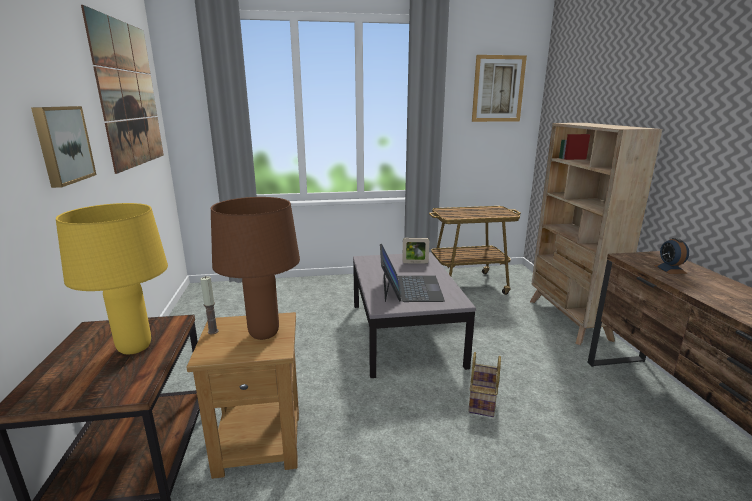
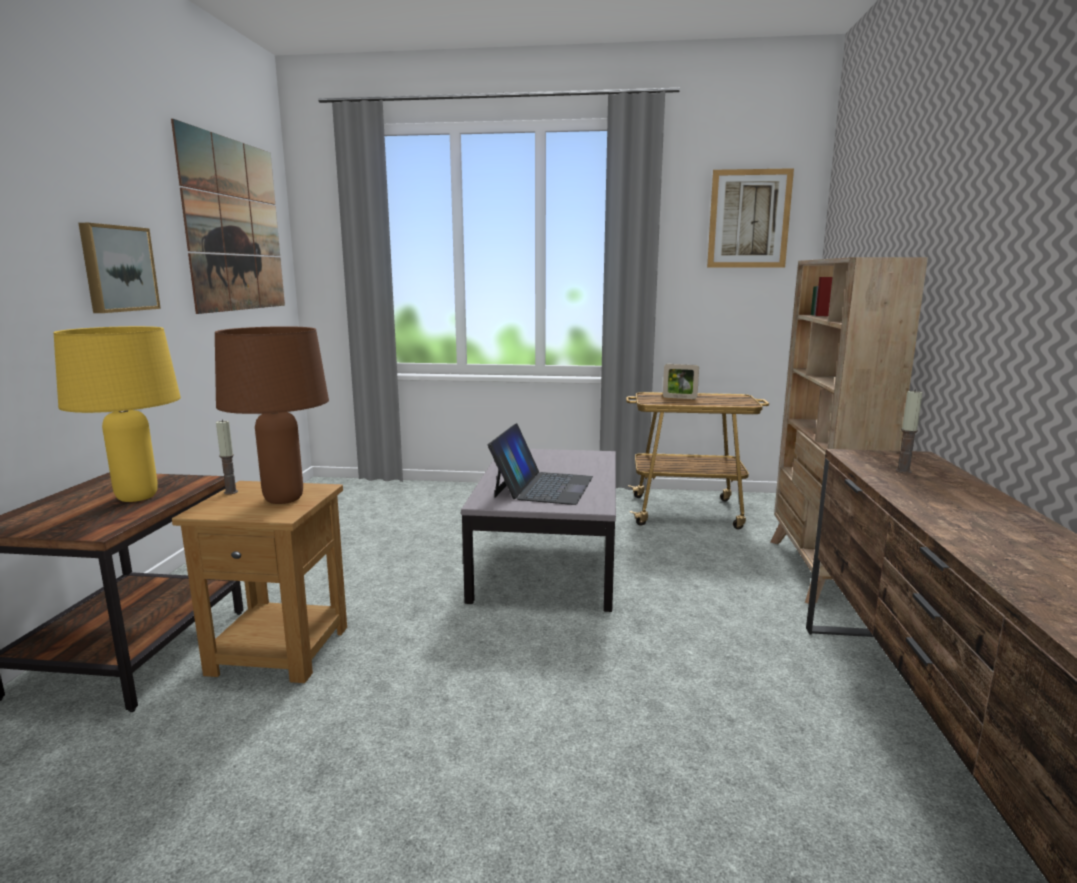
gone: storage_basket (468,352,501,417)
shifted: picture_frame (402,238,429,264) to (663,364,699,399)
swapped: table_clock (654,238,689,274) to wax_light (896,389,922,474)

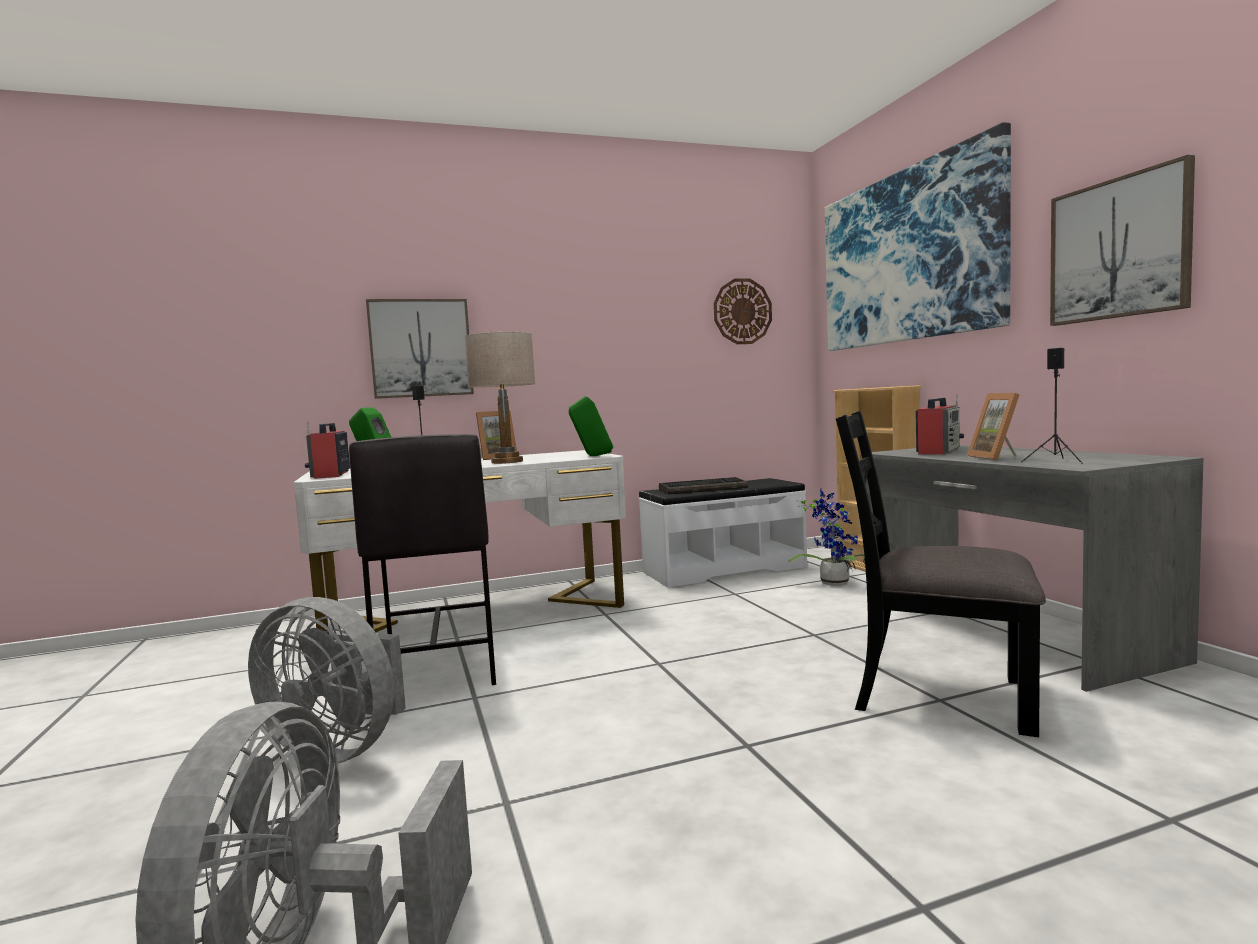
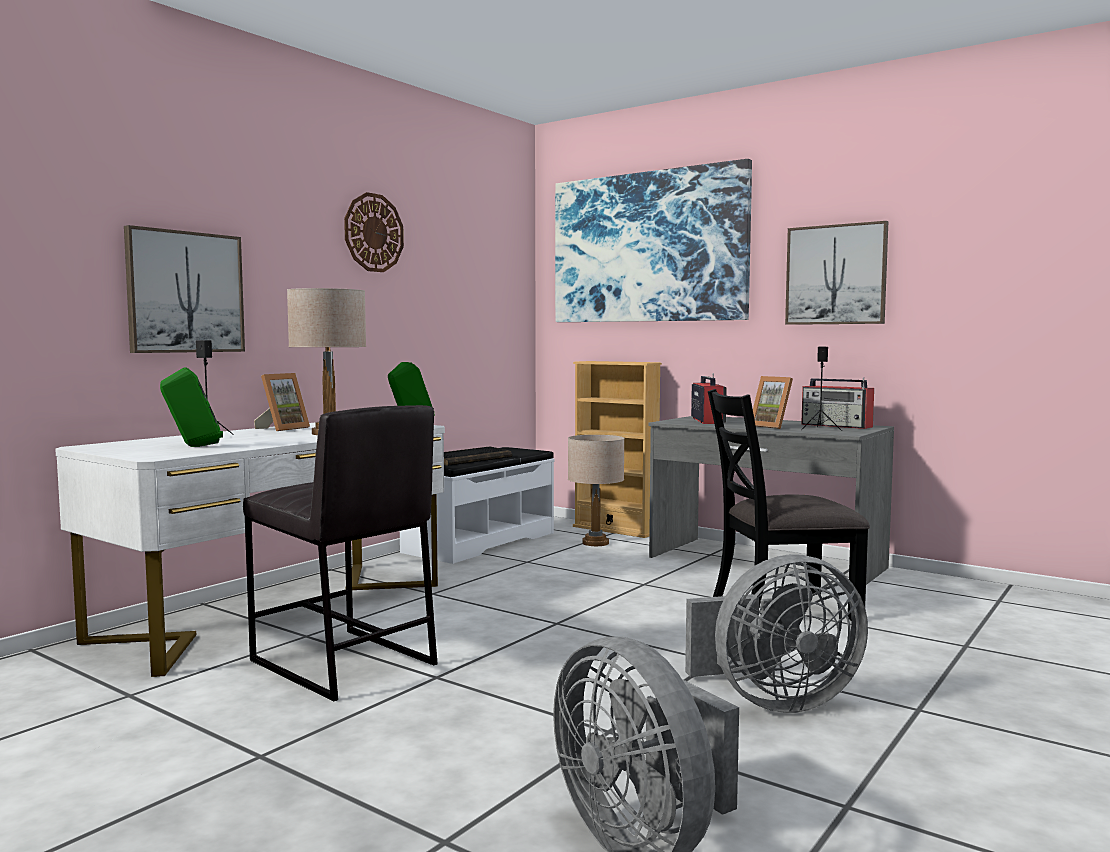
shifted: wall_clock (714,278,772,344) to (344,192,404,272); radio_set (305,421,350,479) to (801,378,874,429); greyish_electric_fan (248,597,406,764) to (685,554,868,713)
swapped: houseplant (788,489,865,586) to beige-coloured_table_lamp (568,435,624,546)

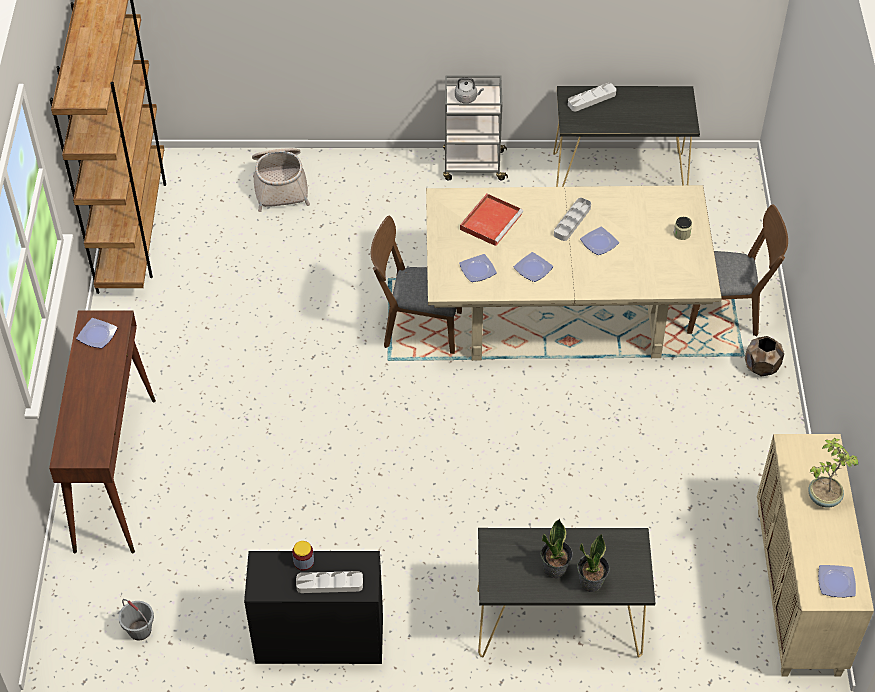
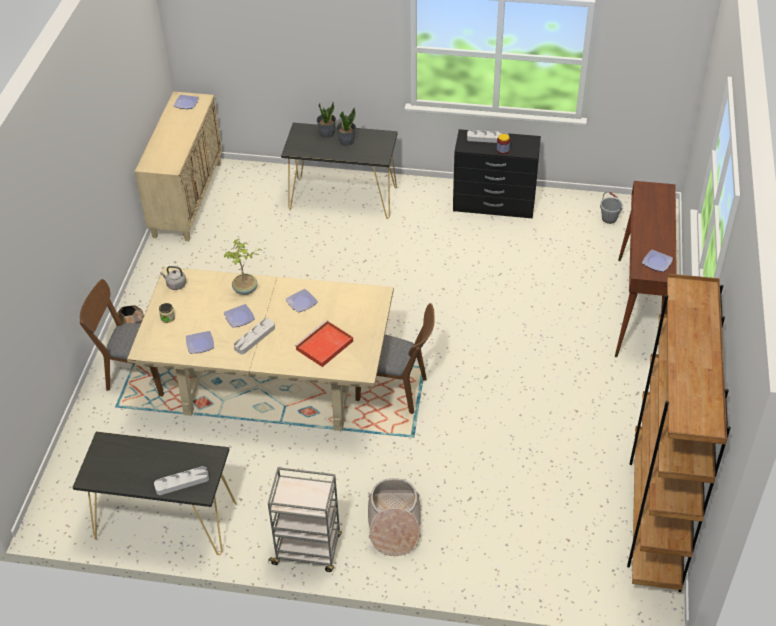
shifted: greyish_kettle (455,78,484,103) to (160,266,187,290); storage_basket (252,148,310,212) to (368,478,421,556); dinner_plate (459,254,497,282) to (186,331,214,353); houseplant (808,438,859,508) to (223,238,261,295)

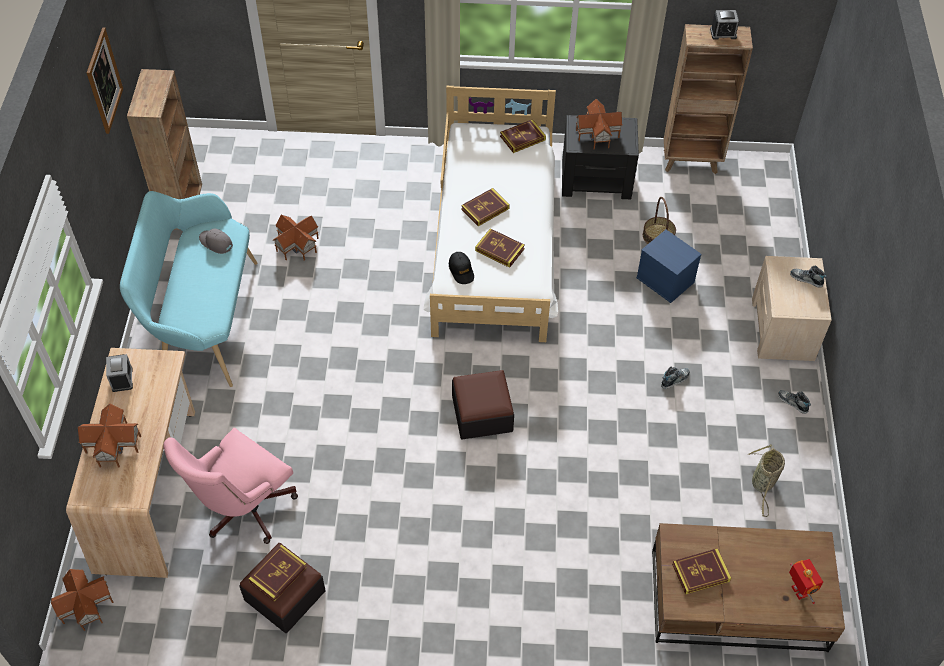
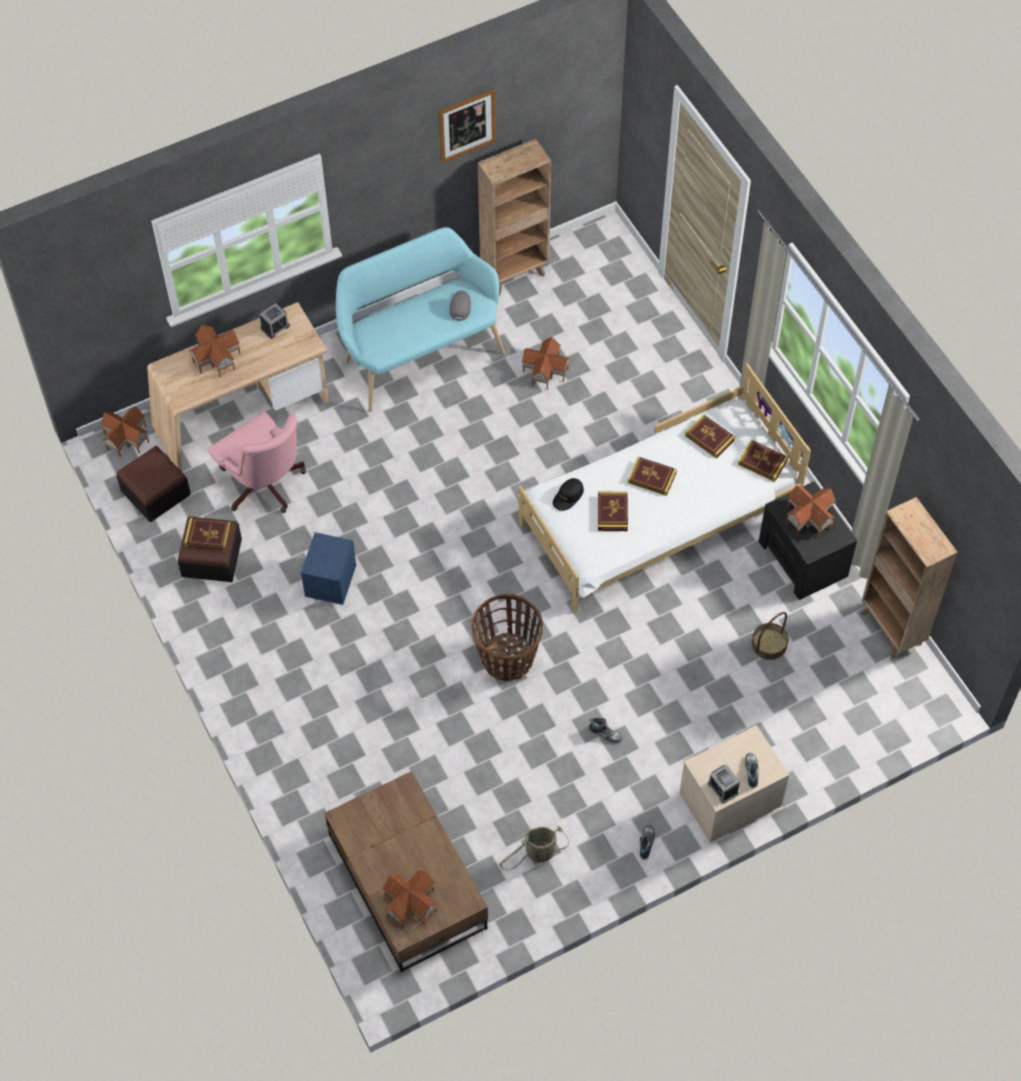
new: storage_basket (472,594,543,681)
shifted: table_clock (710,10,739,39) to (708,764,740,803); bluish_storage_bin (636,230,702,303) to (301,532,357,605); pouffe (452,370,514,439) to (117,446,191,522); volume (672,548,731,595) to (685,414,735,459)
swapped: model_robot (789,559,823,604) to model_house (382,870,437,928)
rotated: pink_office_chair (163,428,298,544) = (208,411,306,513) 135 degrees counterclockwise

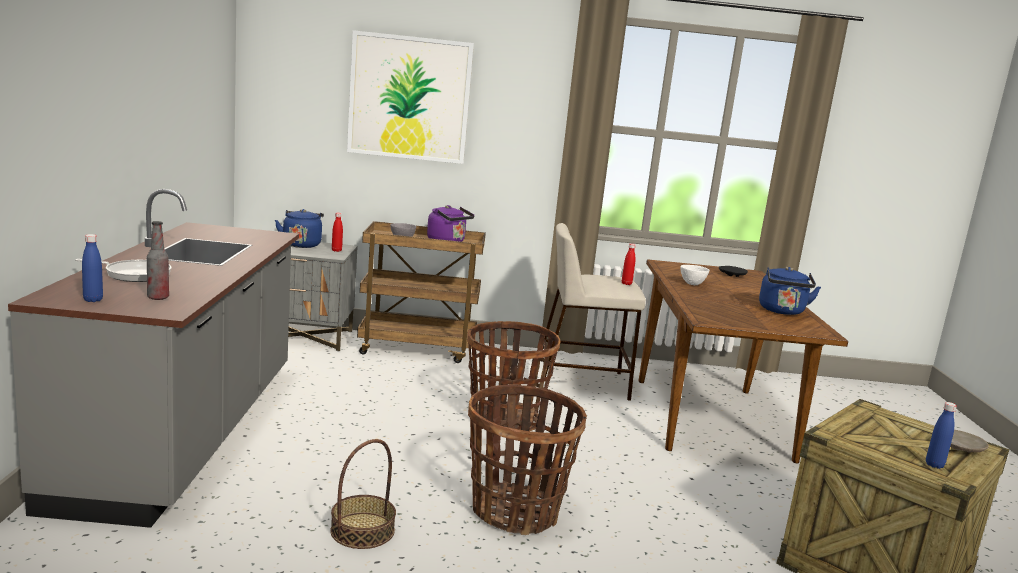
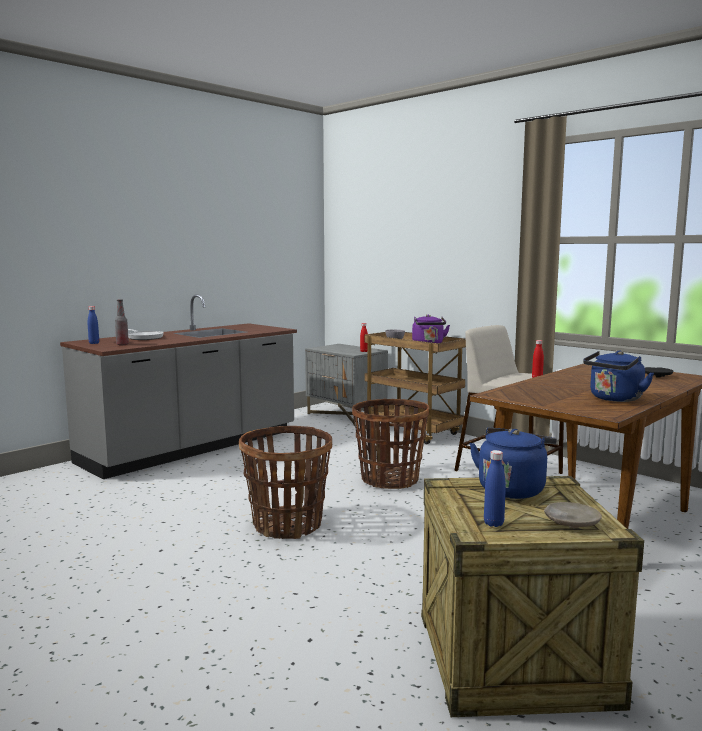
gone: wall_picture (347,30,474,164); whitish_deep_dish (680,265,709,285); storage_basket (330,439,396,549)
shifted: bluish_kettle (275,209,324,248) to (469,428,557,499)

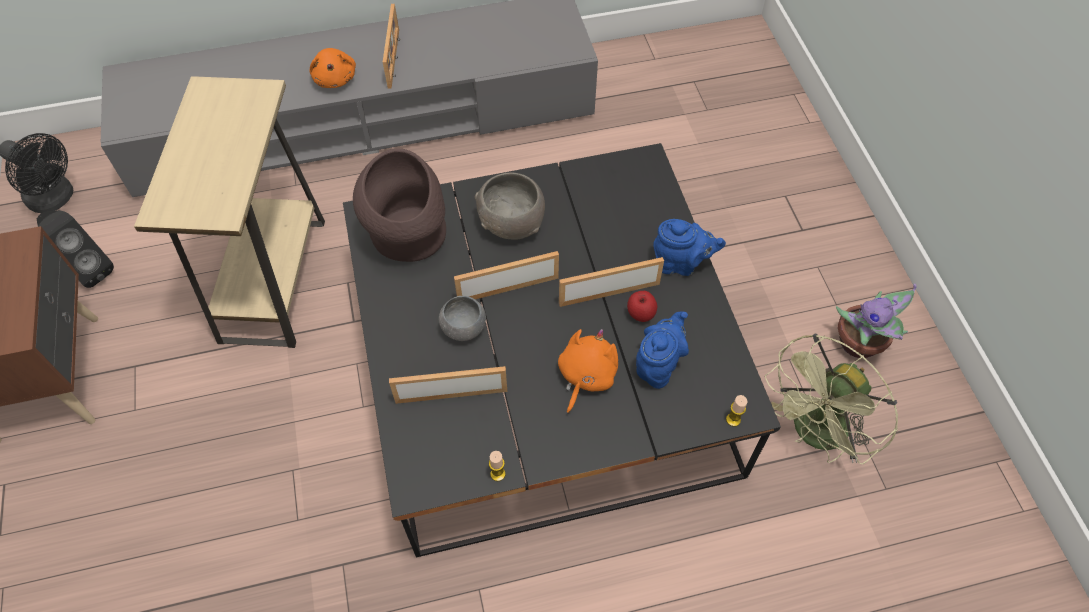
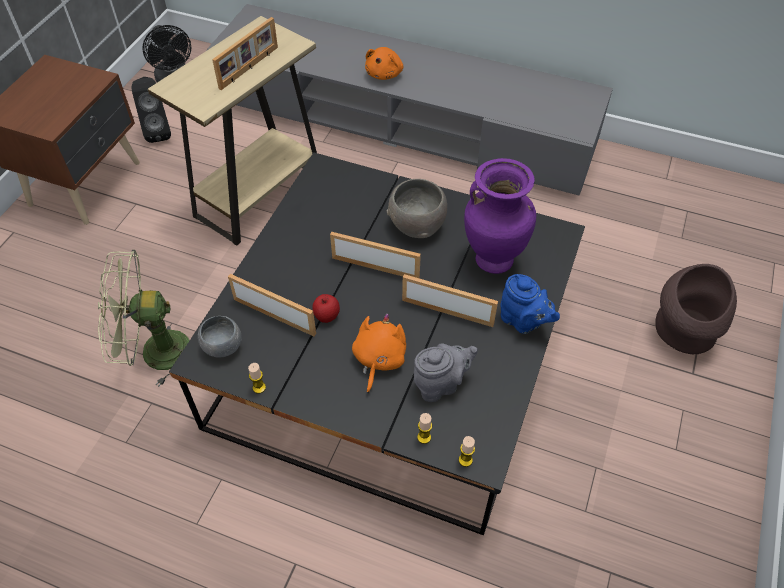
gone: houseplant (836,284,917,358)
new: purple-coloured_flower_vase (464,158,536,274); wax_light (417,413,432,444)
shifted: picture_frame (383,4,399,88) to (212,17,278,90); brownish_flower_vase (353,148,446,262) to (655,264,737,354); apple_fruit (627,291,657,322) to (312,294,340,323); greyish_deep_dish (439,296,486,341) to (198,316,242,358); greenish_electric_fan (765,334,898,464) to (98,250,190,387)
repainted: bluish_teapot (636,311,689,389) to greyish_teapot (414,343,478,402)
rotated: orangey_soft_toy (558,329,618,413) = (352,313,406,393) 45 degrees counterclockwise

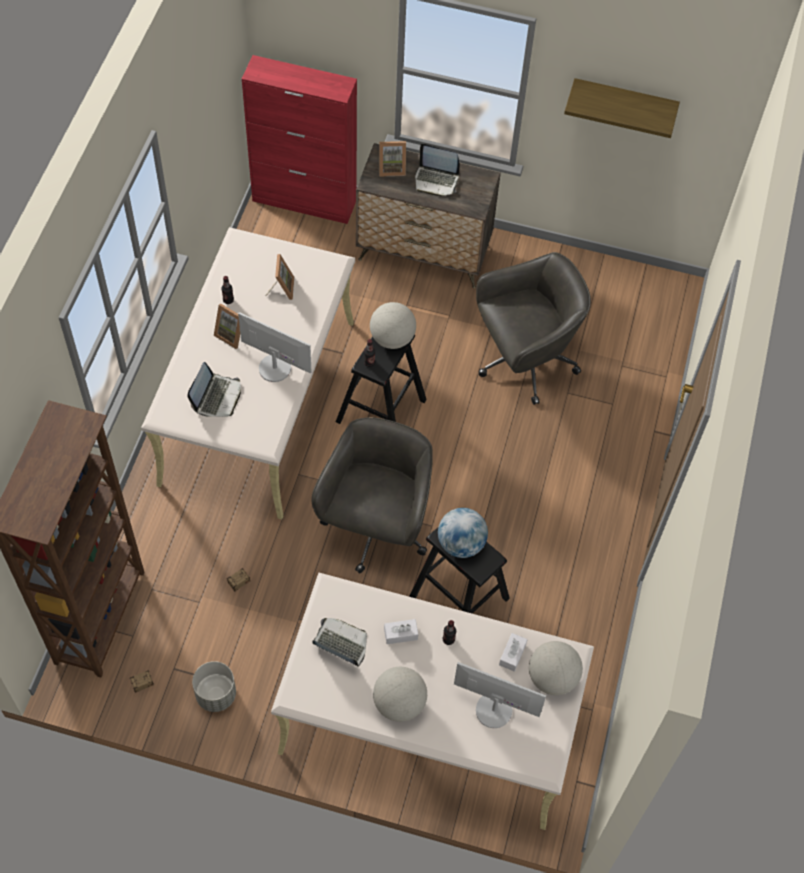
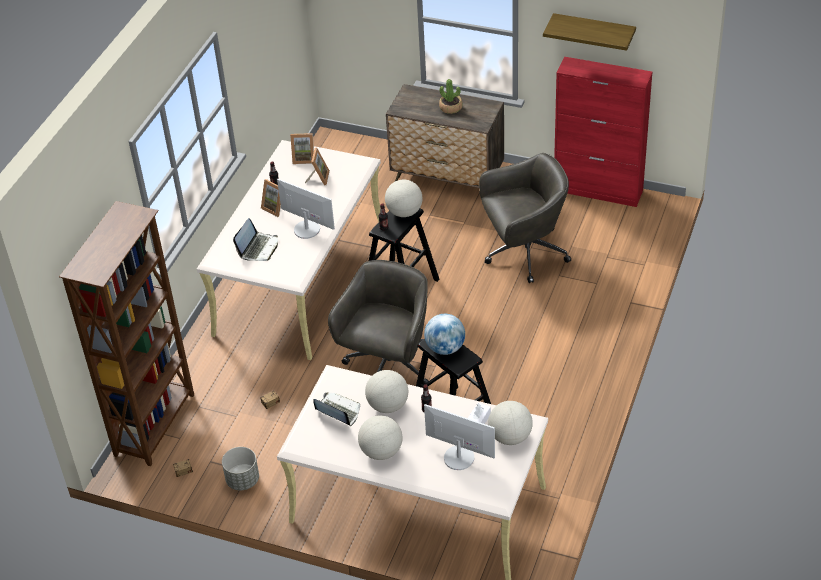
shifted: red-coloured_cupboard (242,55,357,224) to (554,57,652,207); picture_frame (379,141,406,176) to (290,133,314,164)
swapped: notebook_computer (415,144,459,196) to houseplant (439,79,462,114); whitish_tissue_box (384,619,418,644) to world_globe (365,370,408,413)

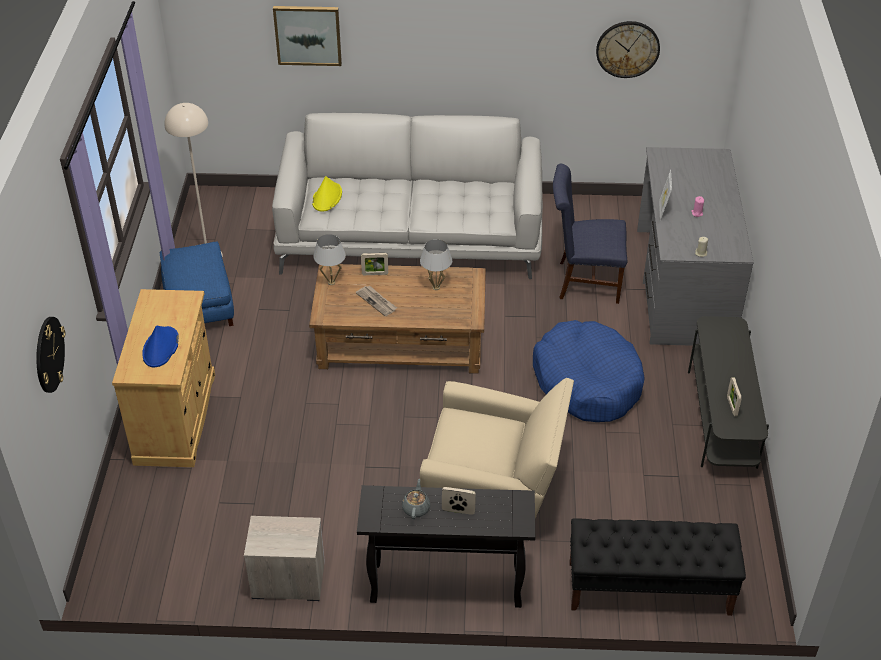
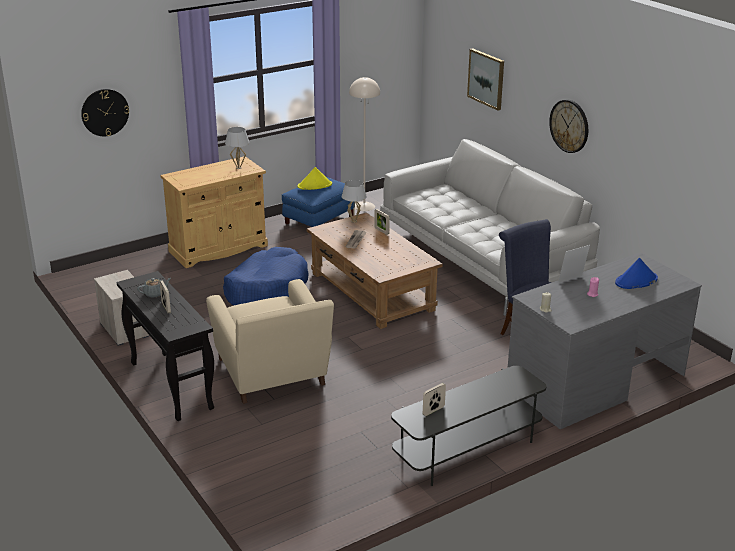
gone: blackish_indoor_bench (569,519,746,616)
shifted: wall_clock (596,21,660,78) to (549,100,588,153); yellowish_clothing_hat (312,176,342,212) to (298,167,332,190); whitish_table_lamp (420,239,452,290) to (225,127,250,169); bluish_dog_cushion (533,320,645,422) to (223,247,309,306); bluish_clothing_hat (142,325,179,367) to (615,258,658,289)

